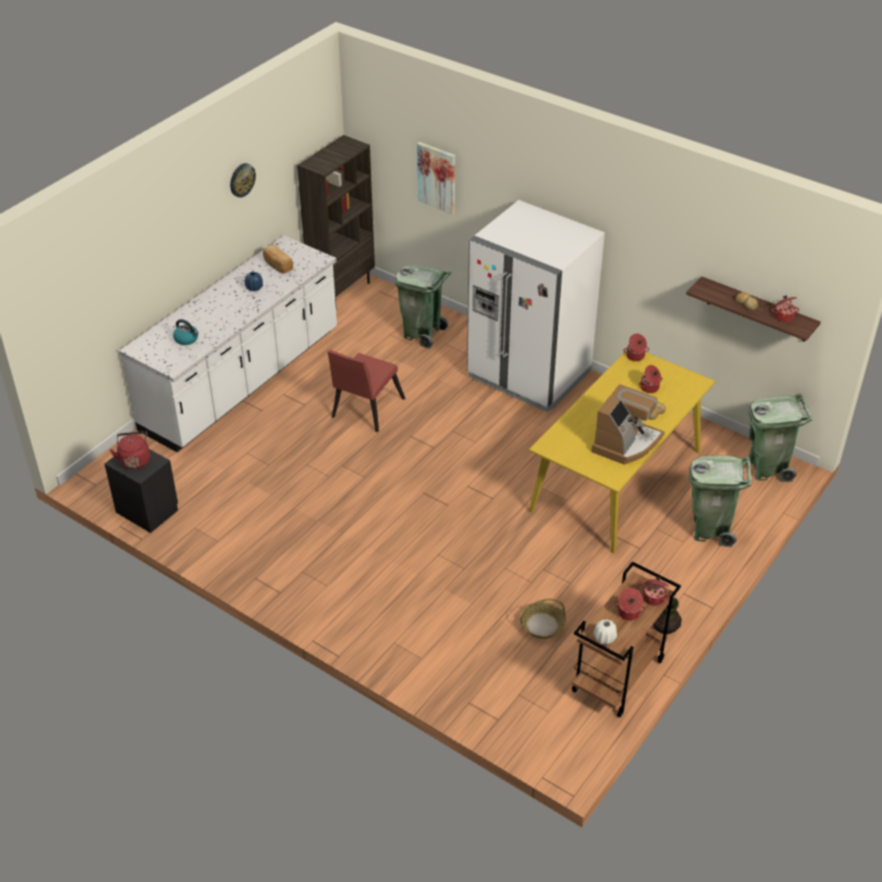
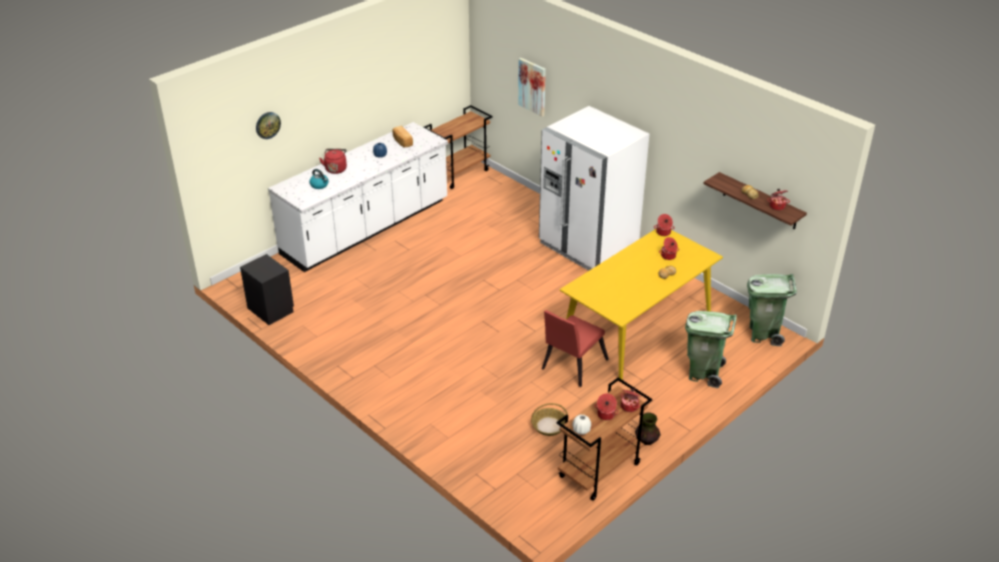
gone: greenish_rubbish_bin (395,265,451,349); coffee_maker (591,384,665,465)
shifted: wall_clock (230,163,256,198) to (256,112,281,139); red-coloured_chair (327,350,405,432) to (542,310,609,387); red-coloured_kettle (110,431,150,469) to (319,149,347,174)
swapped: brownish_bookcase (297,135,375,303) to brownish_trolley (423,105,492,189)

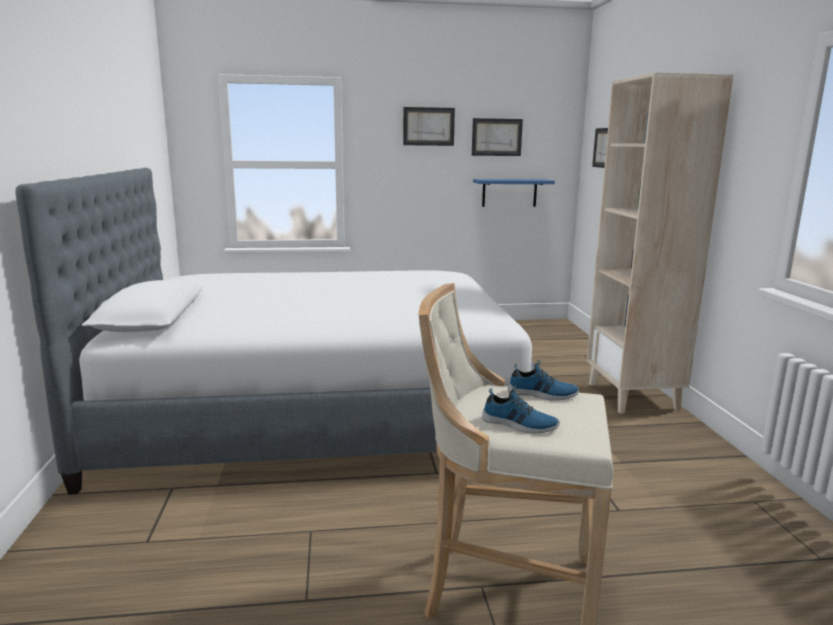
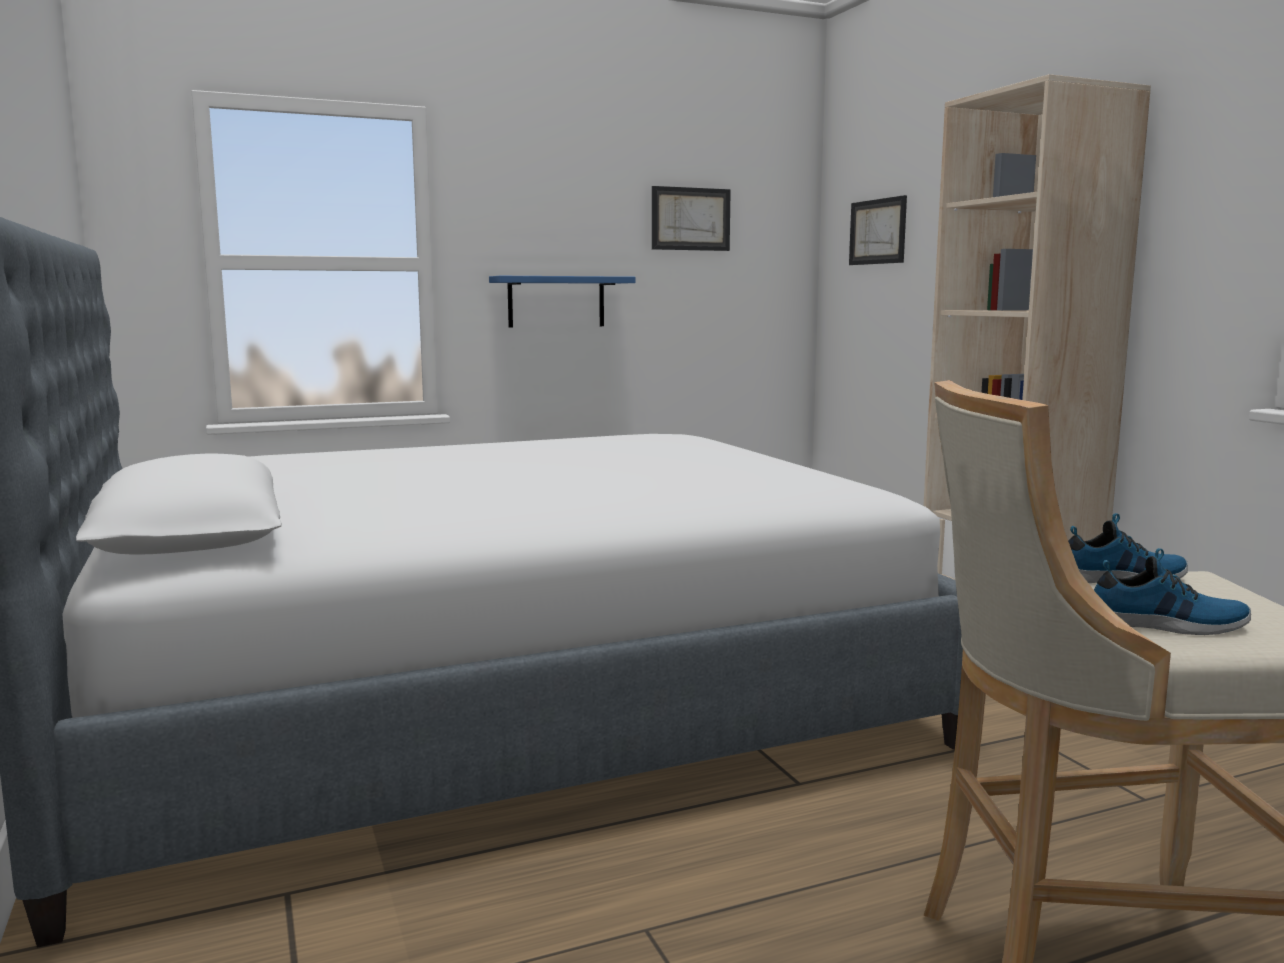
gone: wall_picture (403,107,455,146)
shifted: bluish_wall_shelf (473,179,555,207) to (489,276,636,328)

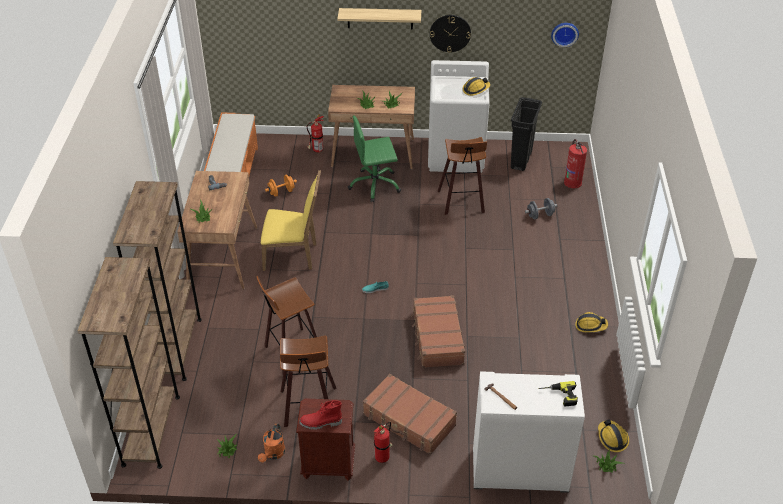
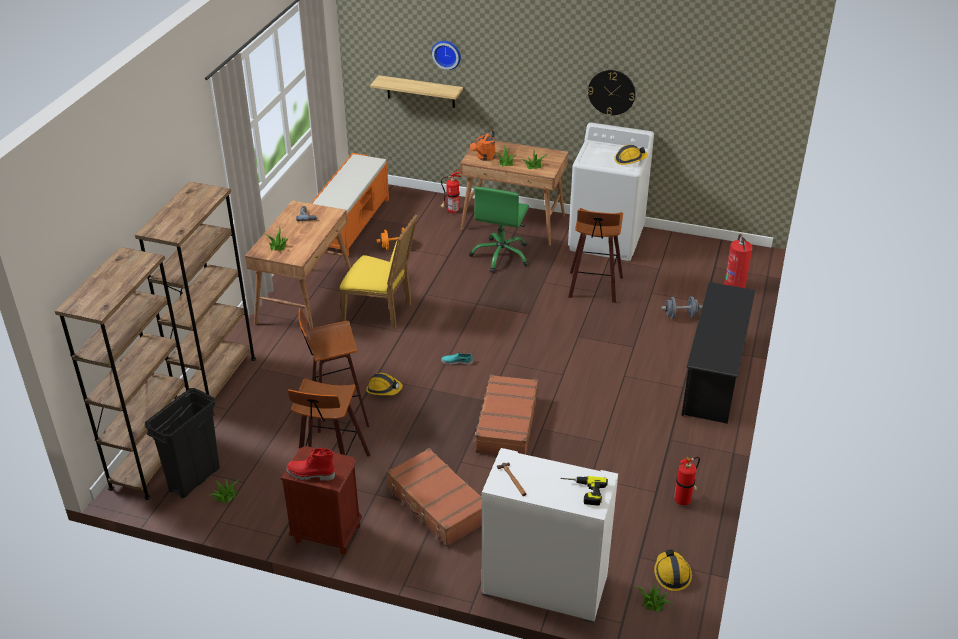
new: blackish_shoe_stand (681,282,755,424)
shifted: wall_shelf (337,8,421,30) to (370,75,463,108); wall_clock (551,23,579,47) to (432,41,461,70); blackish_rubbish_bin (511,97,542,171) to (145,388,220,499); hard_hat (575,312,608,333) to (366,373,403,395); fire_extinguisher (374,421,392,463) to (674,456,700,505); orangey_sprinkling_can (258,423,285,462) to (470,130,496,161)
rotated: greenish_office_chair (348,115,401,202) = (469,187,529,273) 75 degrees counterclockwise

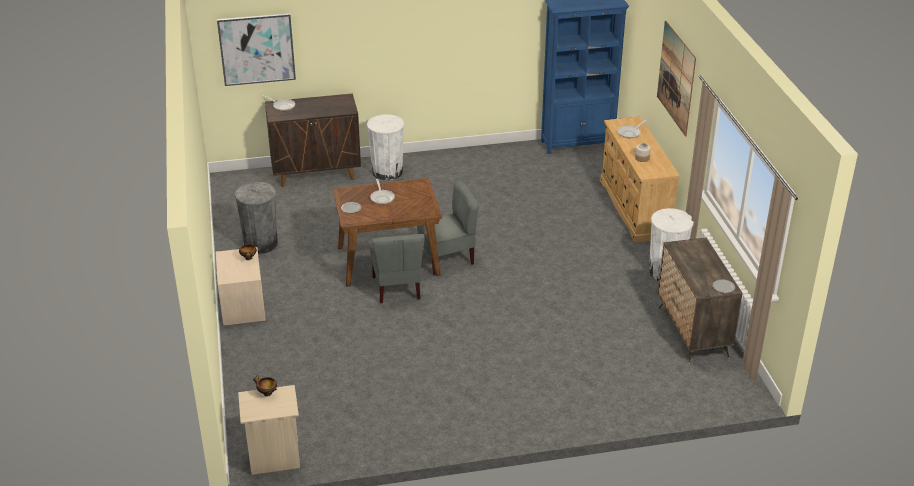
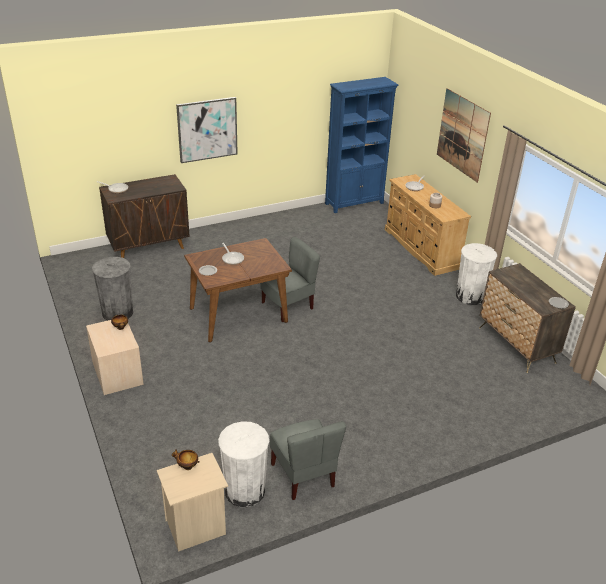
shifted: wall_picture (217,13,296,86) to (176,97,238,163); whitish_rubbish_bin (367,114,404,180) to (218,421,269,507); greyish_chair (370,234,425,303) to (270,419,346,500)

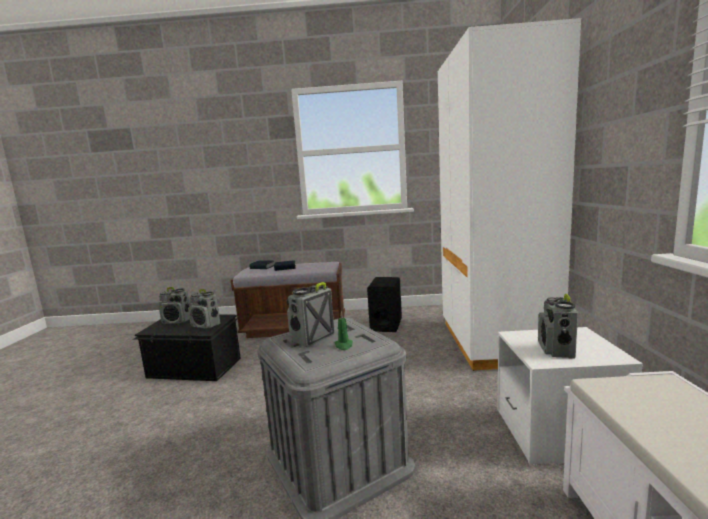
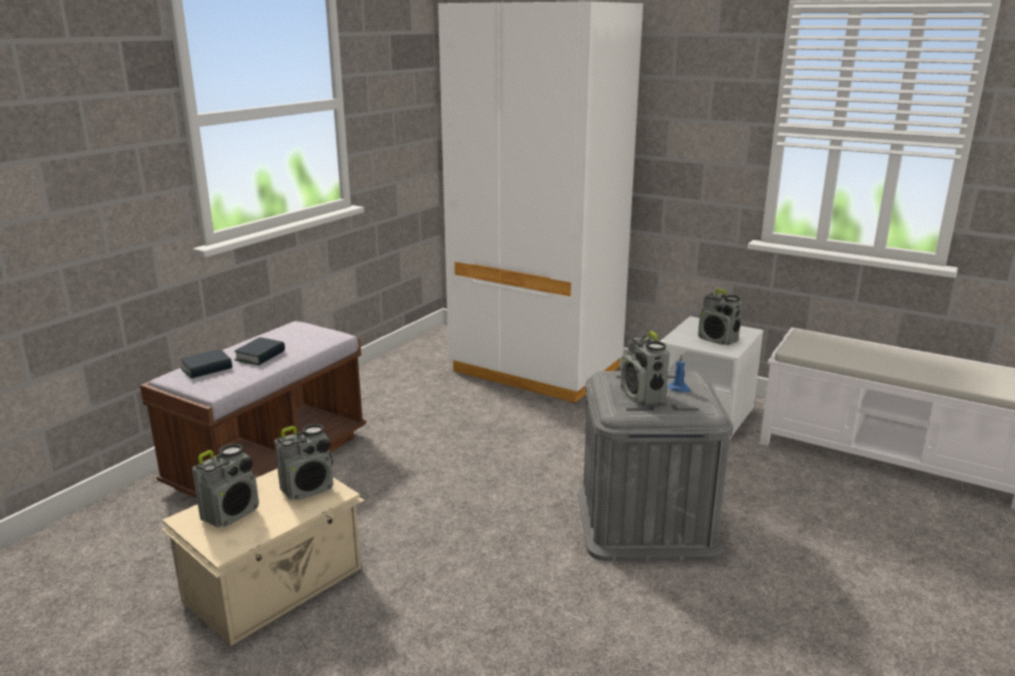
gone: blackish_audio_speaker (367,277,402,332)
repainted: greenish_wax_light (335,311,353,350) to bluish_wax_light (668,354,691,392); blackish_storage_bin (133,315,241,381) to beige-coloured_storage_bin (162,468,365,646)

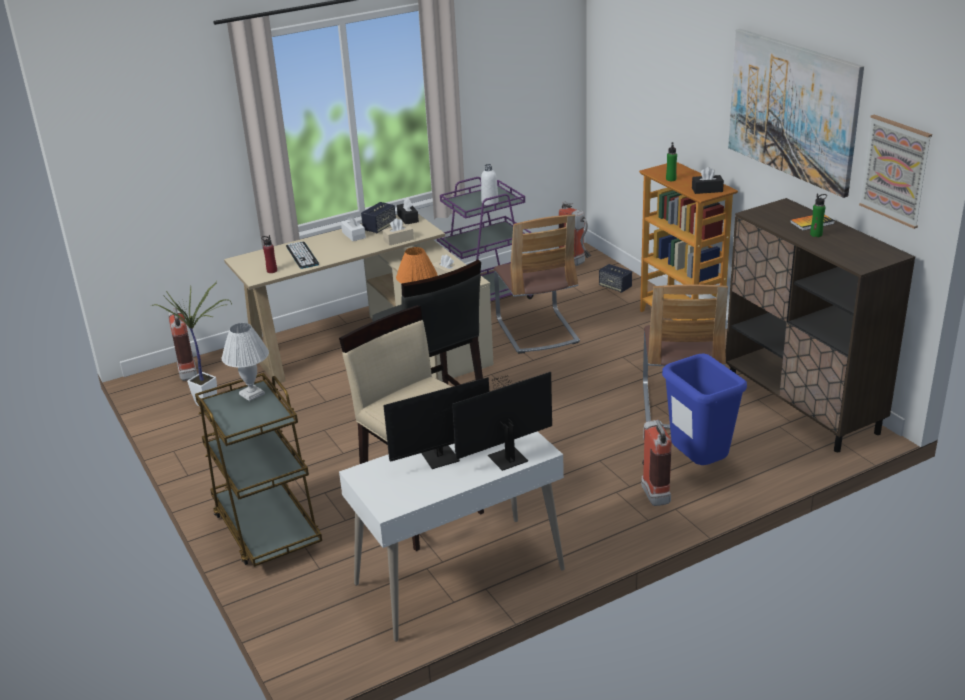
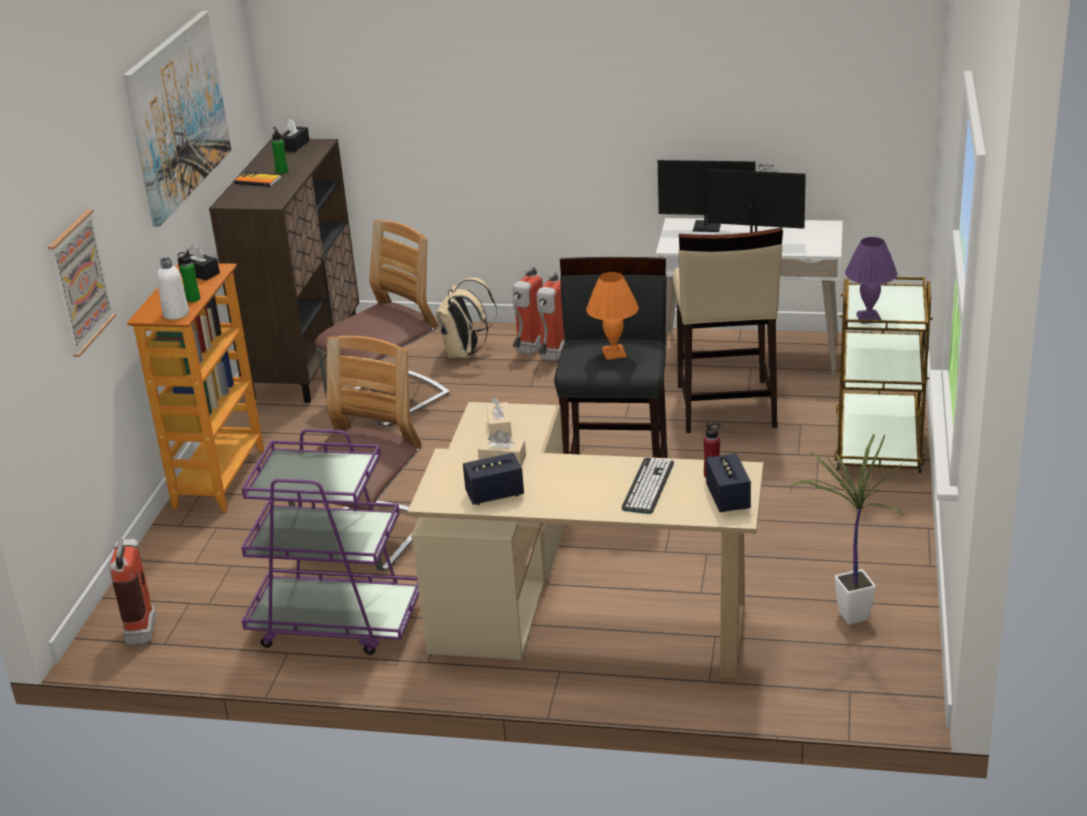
gone: whitish_tissue_box (341,214,366,241)
shifted: wall_picture (859,115,932,229) to (48,209,116,357); whitish_beverage_bottle (481,164,498,205) to (157,257,189,320); blackish_tissue_box (397,198,419,224) to (281,119,310,152); audio_speaker (599,264,632,293) to (706,454,751,512); fire_extinguisher (168,308,197,381) to (537,271,565,361)
swapped: bluish_rubbish_bin (662,354,747,465) to beige-coloured_backpack (436,277,497,359)
repainted: whitish_table_lamp (222,323,269,401) to purple-coloured_table_lamp (845,237,898,324)

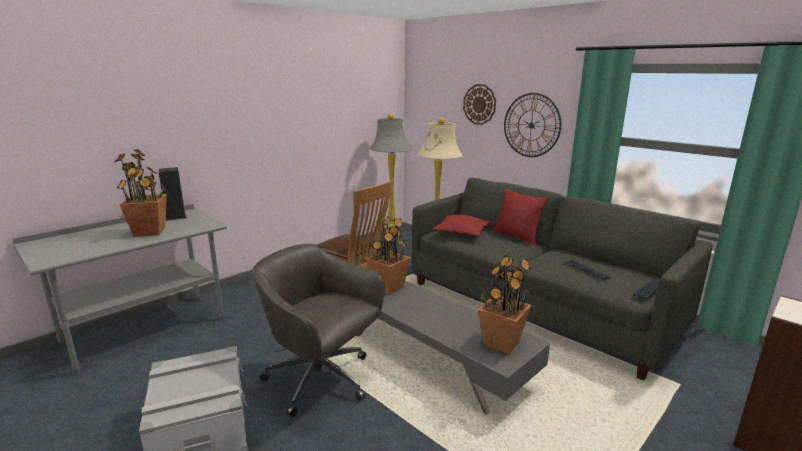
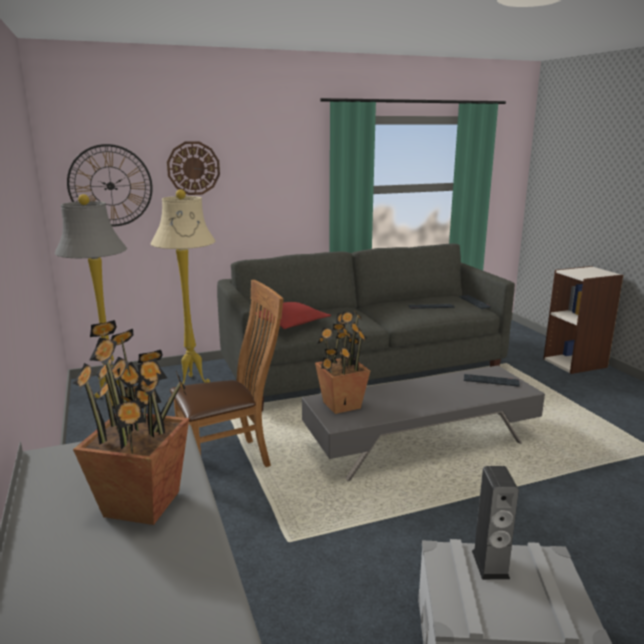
gone: red-coloured_throw_pillow (493,189,548,245); greyish_office_chair (253,244,385,417)
shifted: wall_clock (504,93,561,157) to (67,144,153,226); audio_speaker (158,167,187,221) to (472,466,519,580)
swapped: houseplant (478,255,532,354) to computer_keyboard (464,374,520,387)

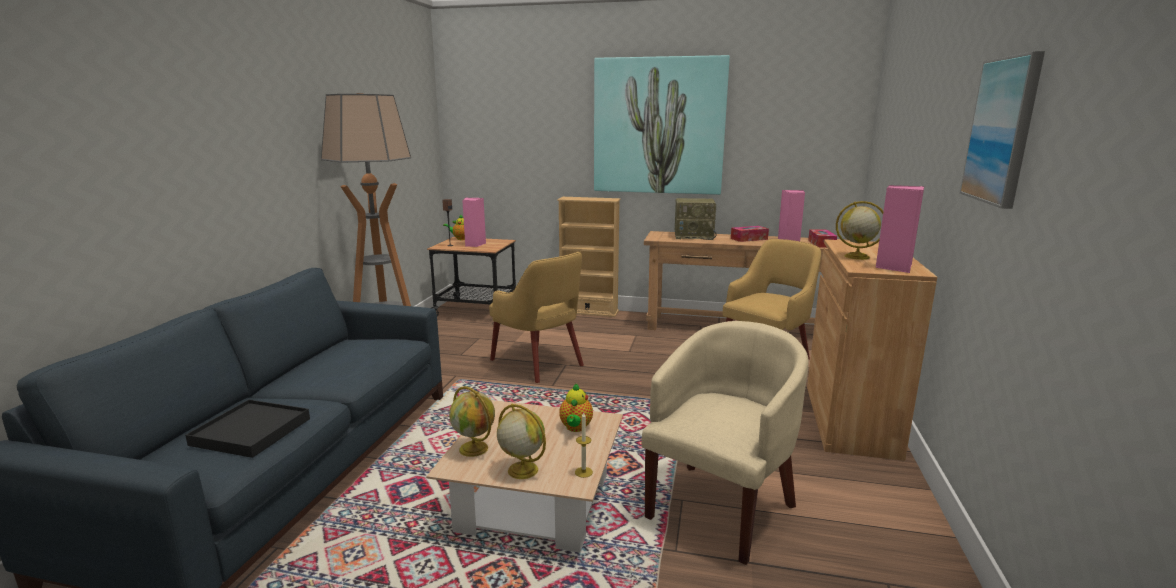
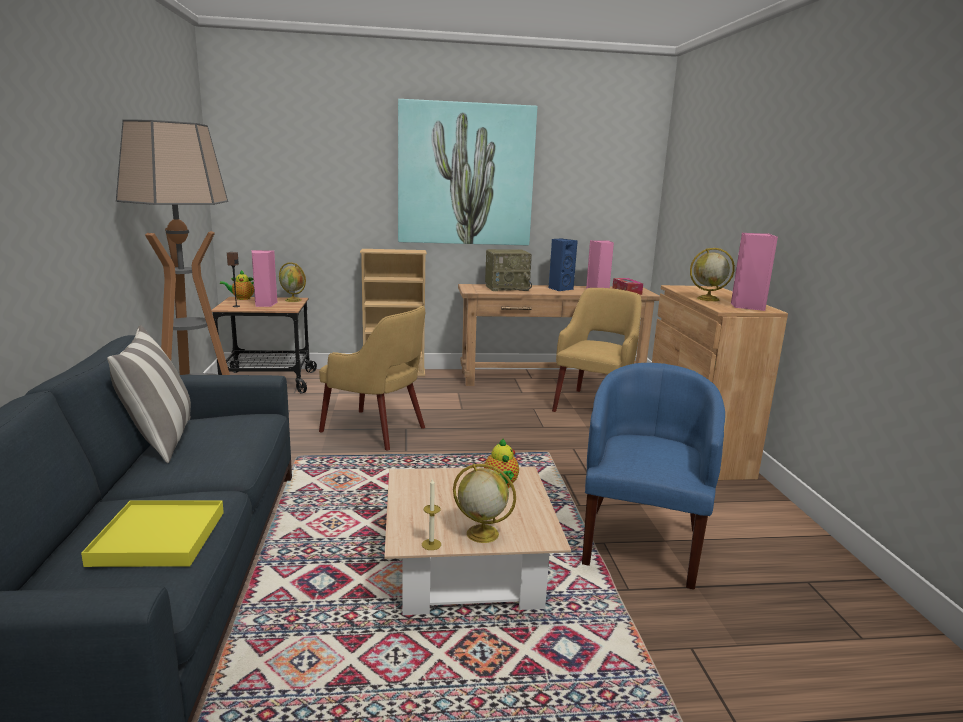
gone: wall_picture (960,51,1045,209)
new: throw_pillow (107,325,191,463)
shifted: world_globe (449,386,495,457) to (279,262,306,302); wax_light (575,413,593,478) to (422,478,441,550)
swapped: tissue_box (731,226,769,242) to bluish_audio_speaker (549,238,578,291)
repainted: beige-coloured_armchair (642,321,809,565) to bluish_armchair (582,363,725,590); blackish_tray (185,400,310,458) to yellowish_tray (81,500,224,567)

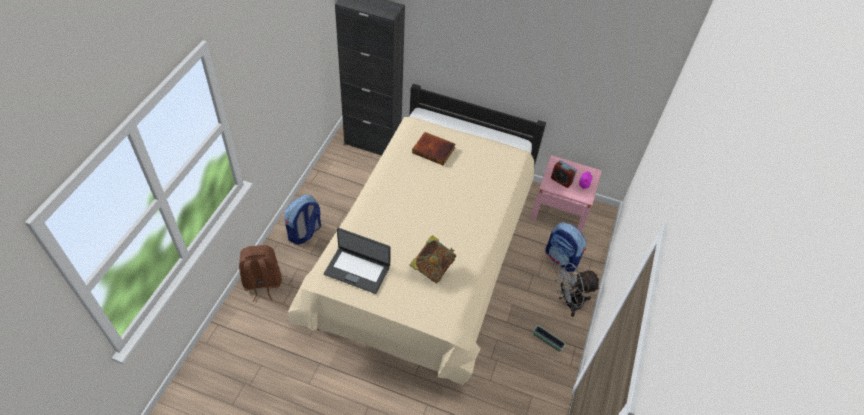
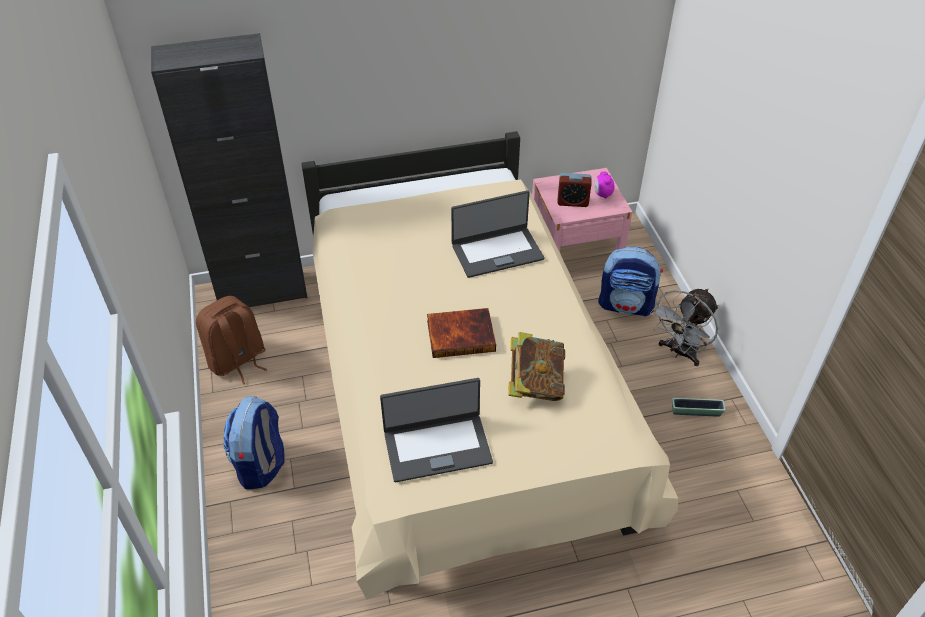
new: notebook_computer (451,190,544,278)
shifted: volume (412,132,455,165) to (427,308,496,358); brownish_backpack (239,245,282,302) to (196,296,267,384)

